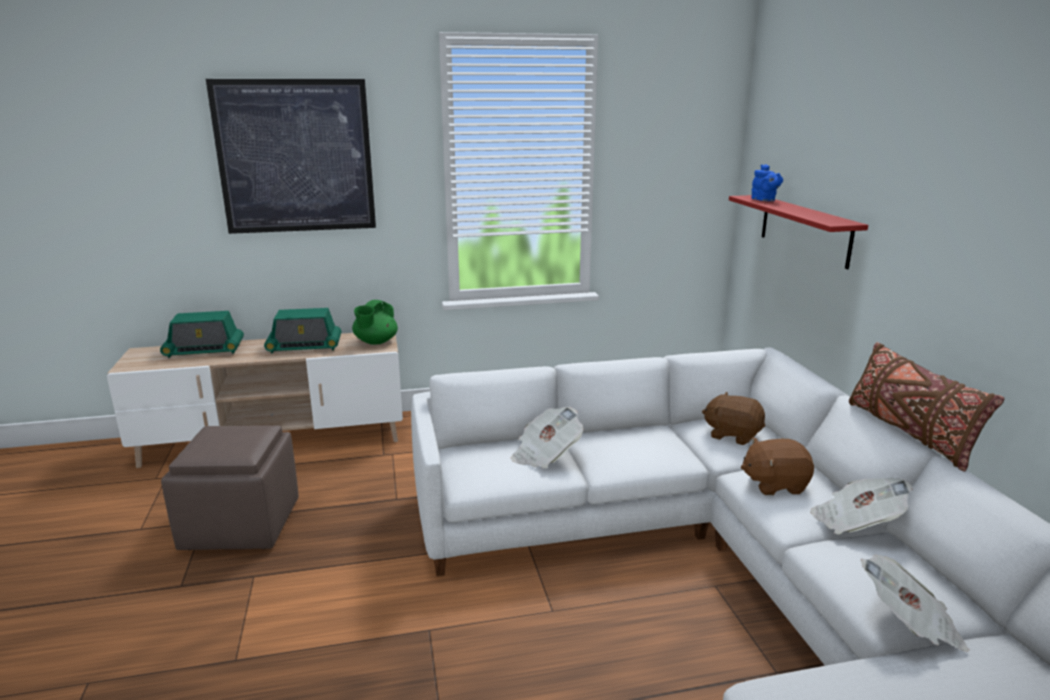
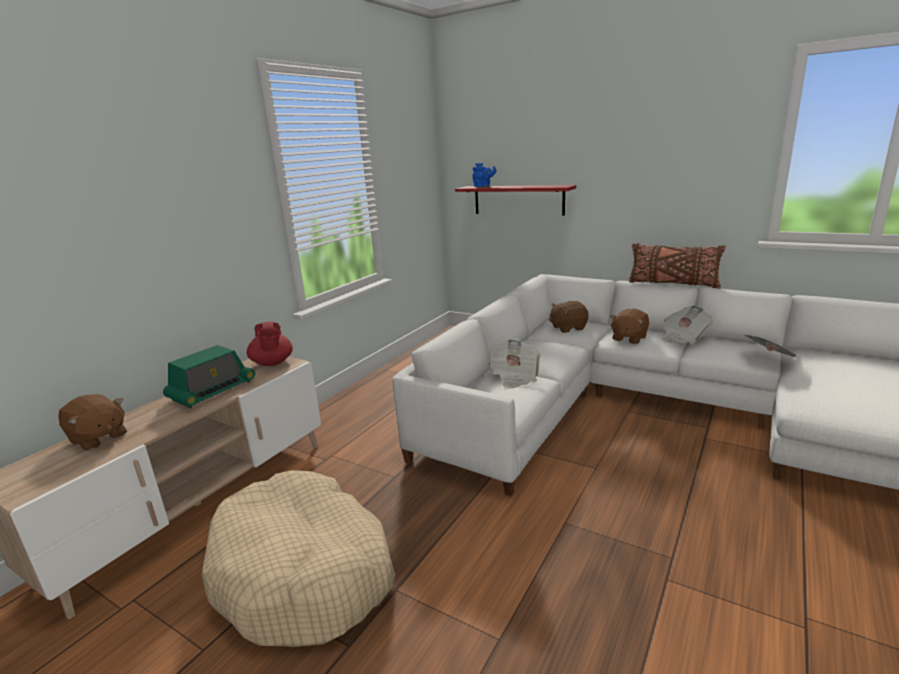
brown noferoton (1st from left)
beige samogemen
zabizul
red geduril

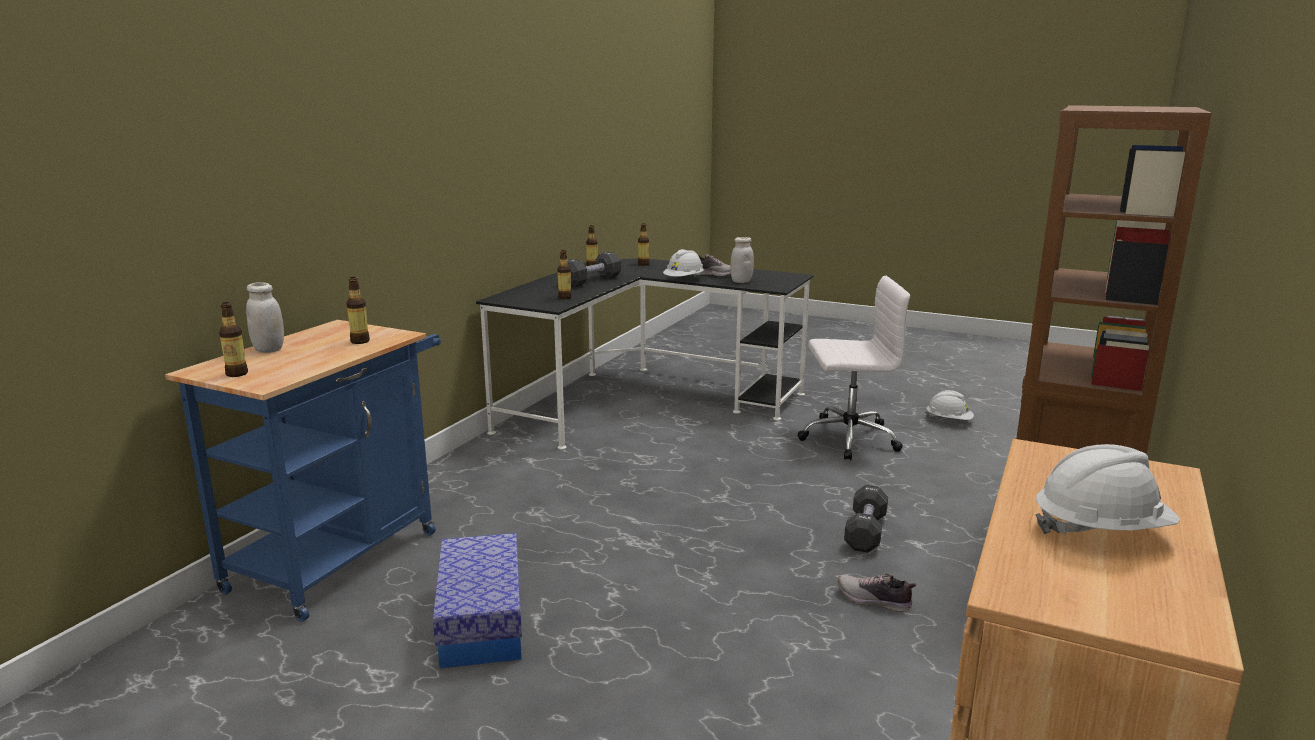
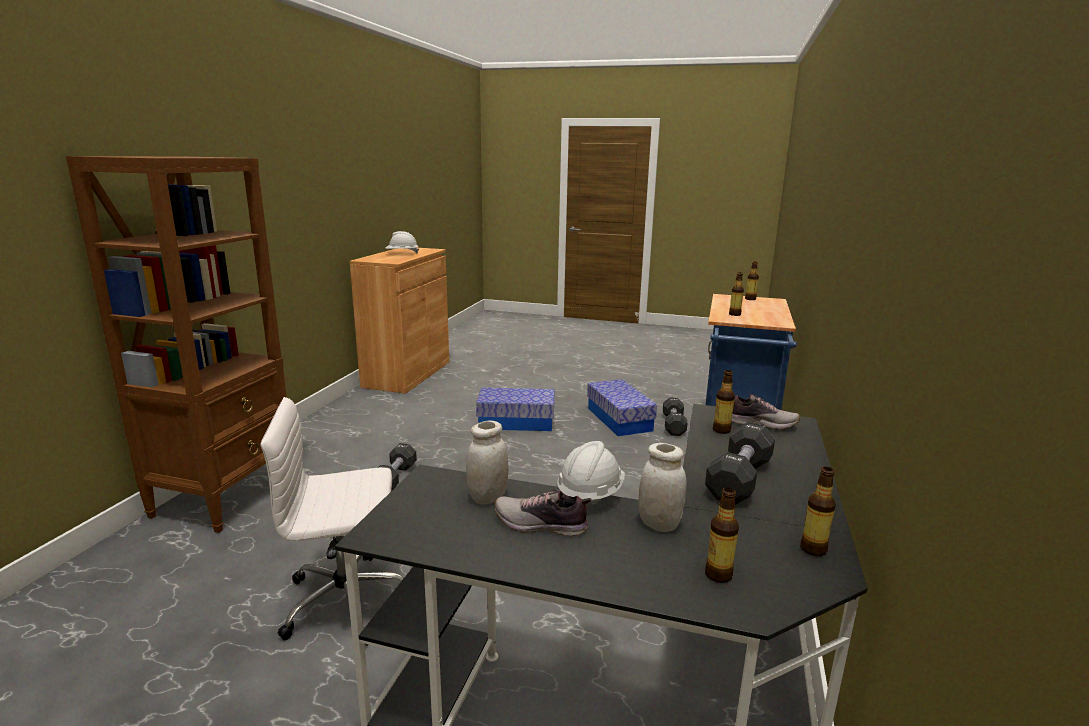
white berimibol (2nd from left)
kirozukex (2nd from left)
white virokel (2nd from left in the first image)
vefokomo (1st from left)
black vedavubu (2nd from left)

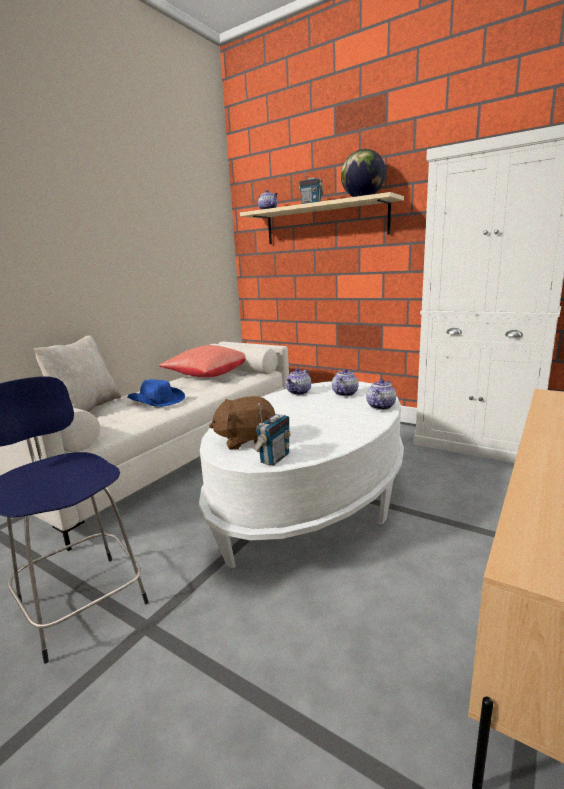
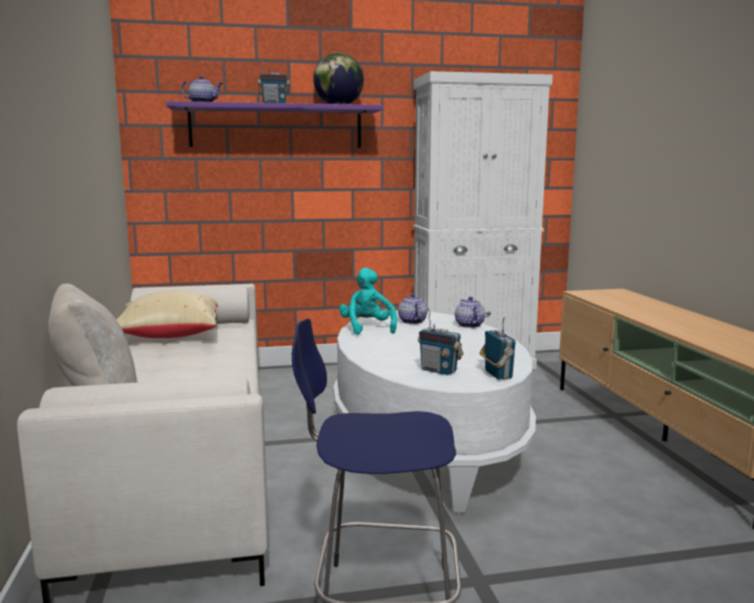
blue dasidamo
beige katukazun (2nd from left)
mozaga (2nd from left)
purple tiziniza
turquoise noferoton

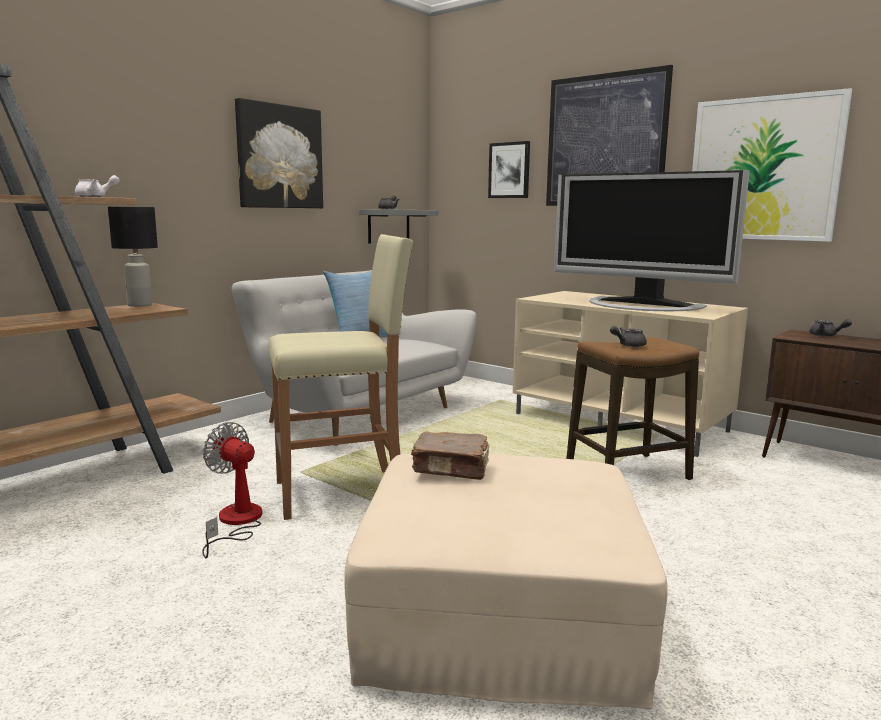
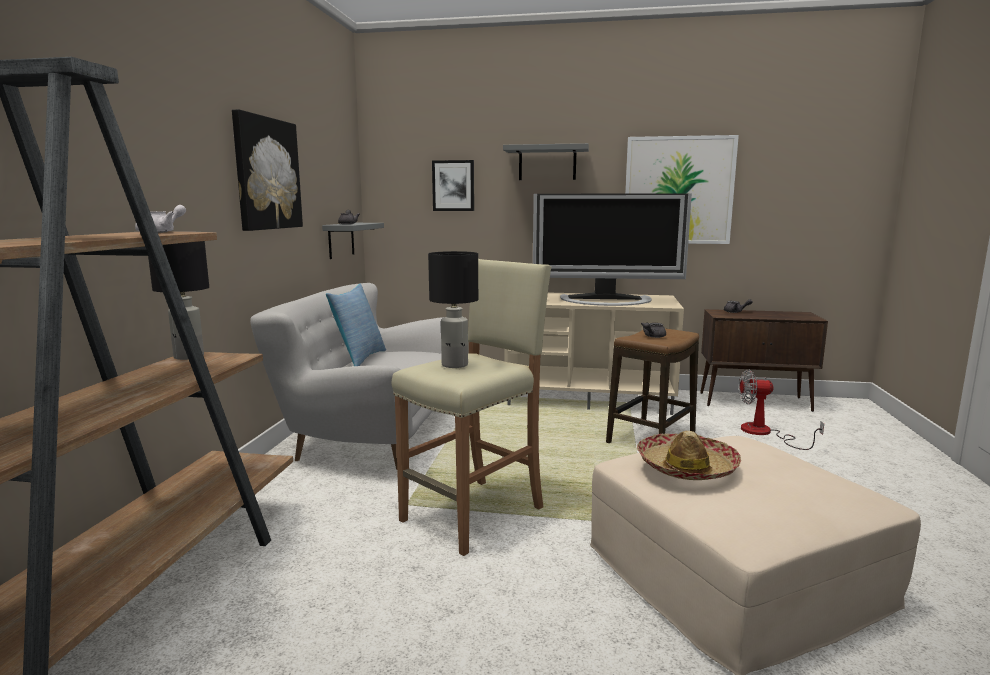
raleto
dasidamo
grey tiziniza (2nd from left)
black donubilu (2nd from left)

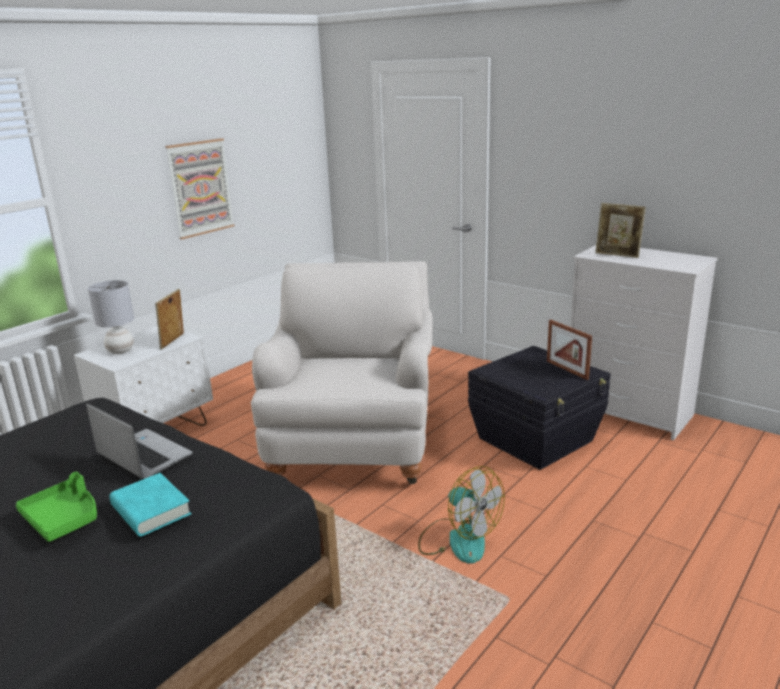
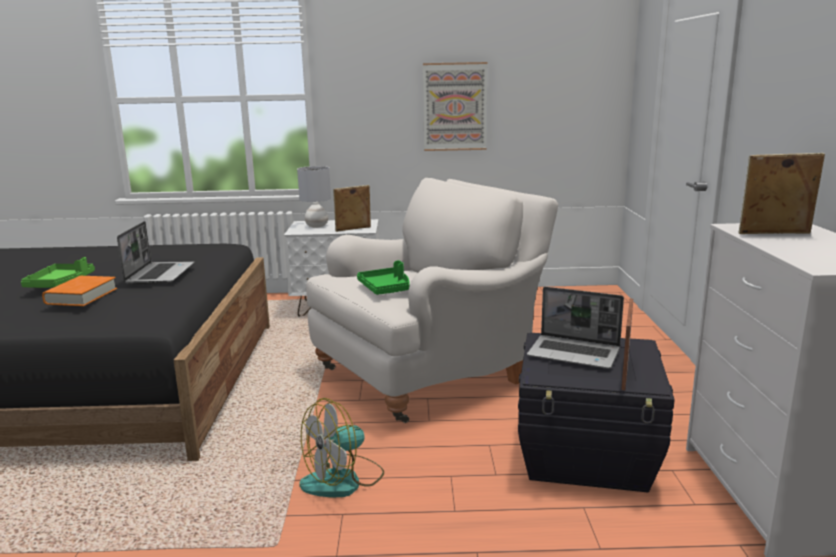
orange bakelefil
raleto
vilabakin (3rd from left)
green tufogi (2nd from left)
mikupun (2nd from left)

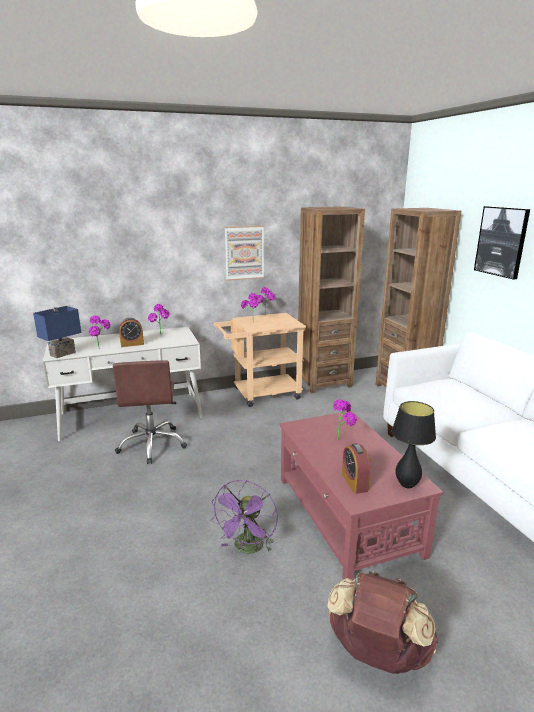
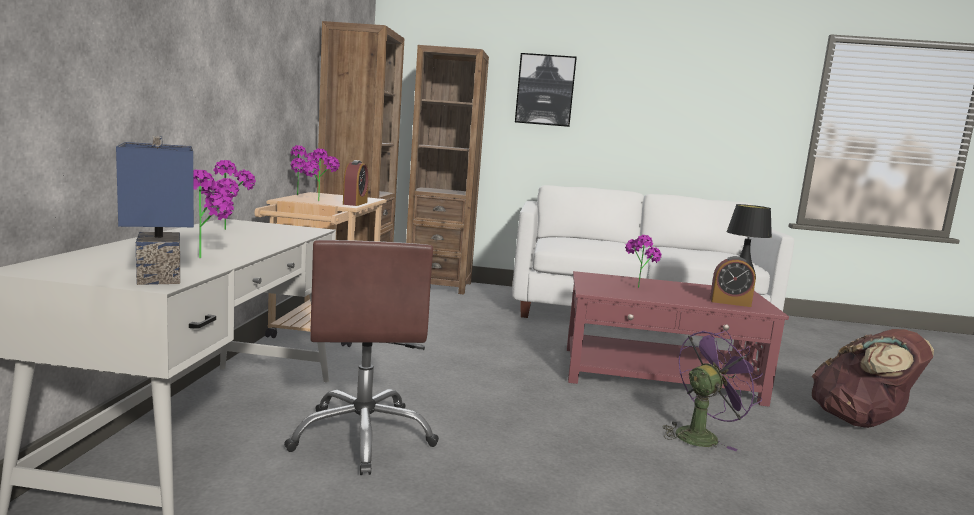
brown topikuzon
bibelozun (1st from left)
purple raleto
zabizul (1st from left in the first image)

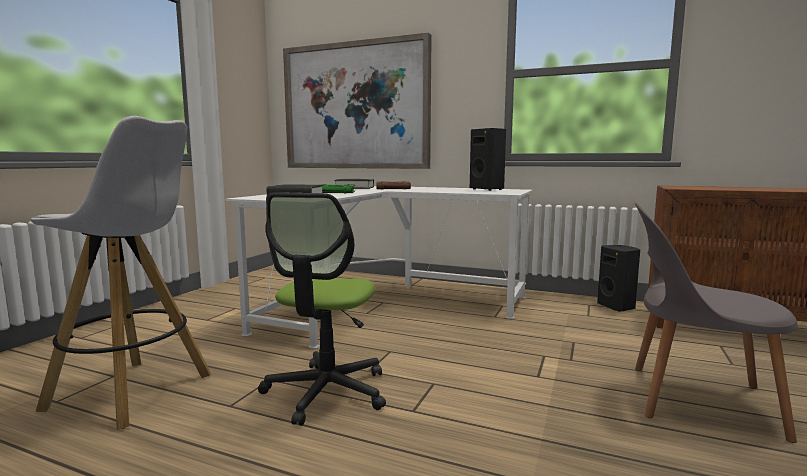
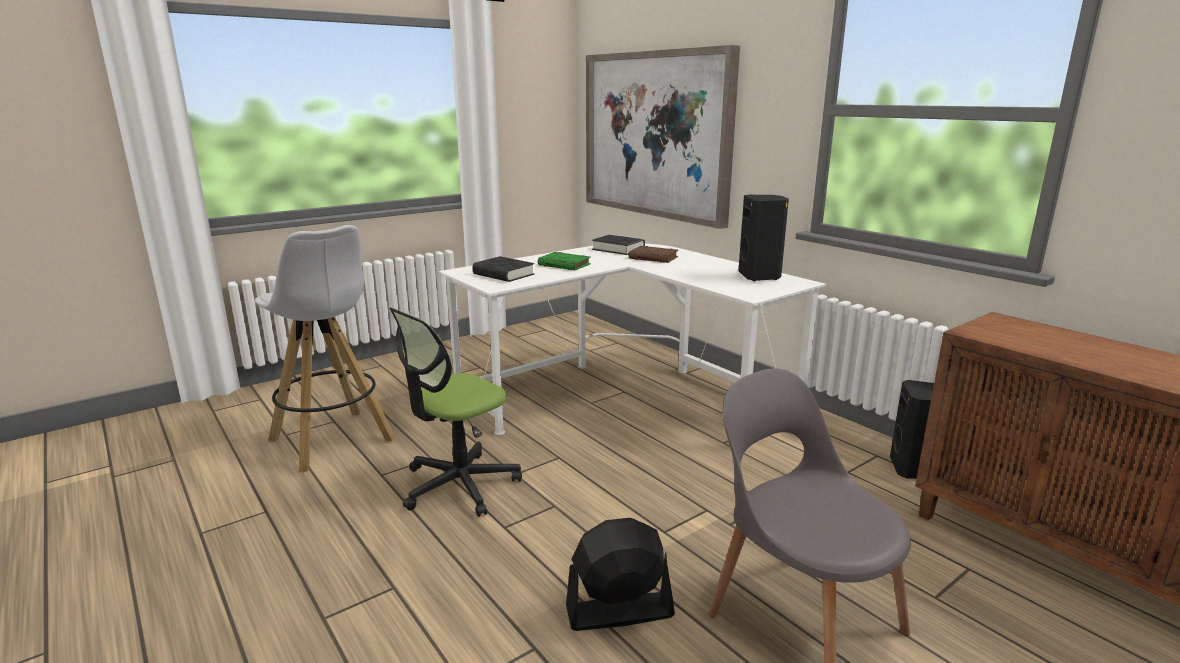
black raleto

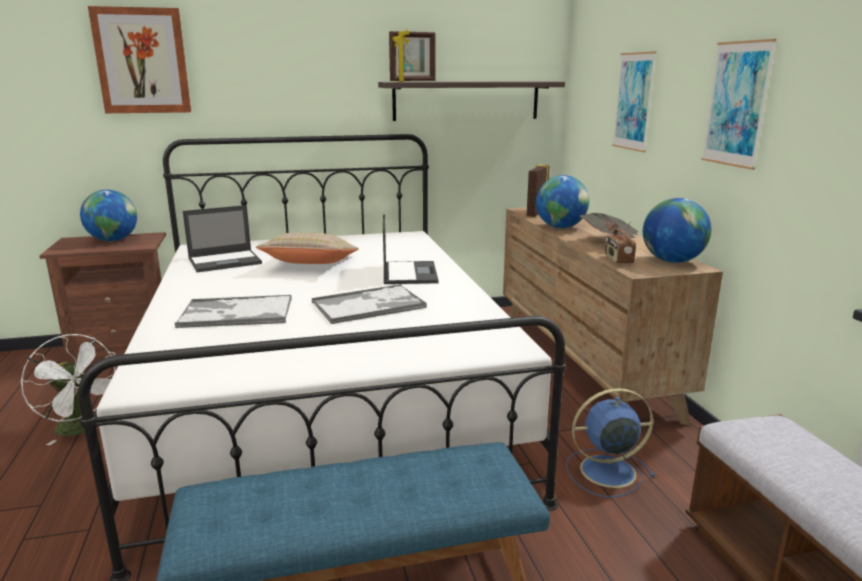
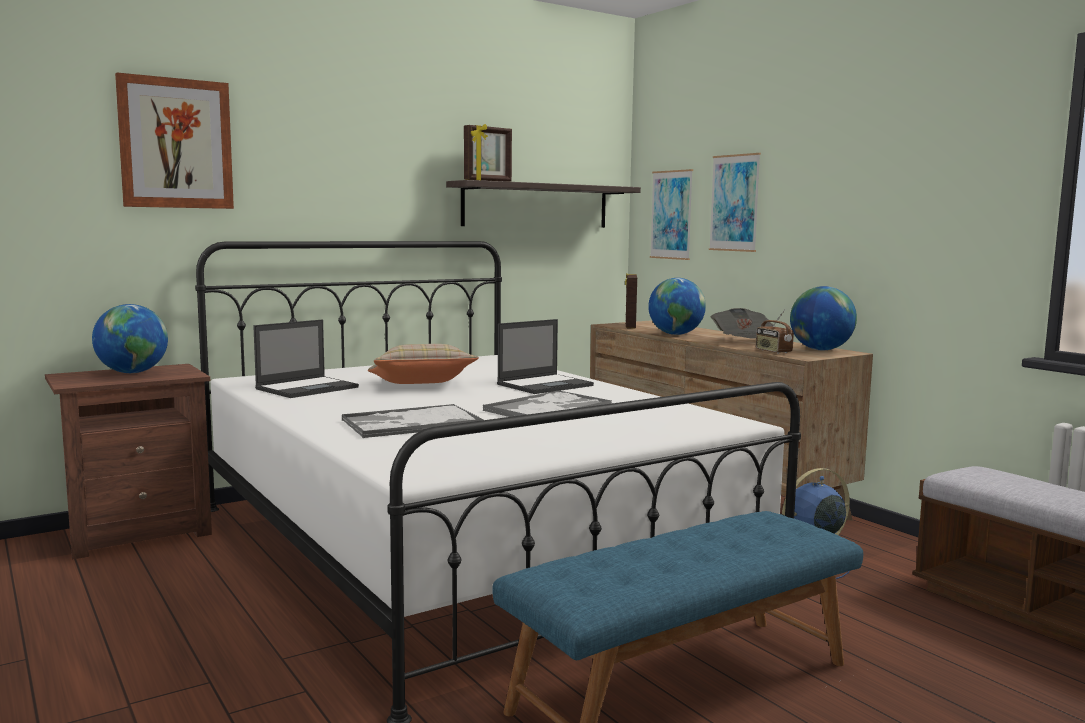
white raleto
mikupun (2nd from left)
zabizul (2nd from left)

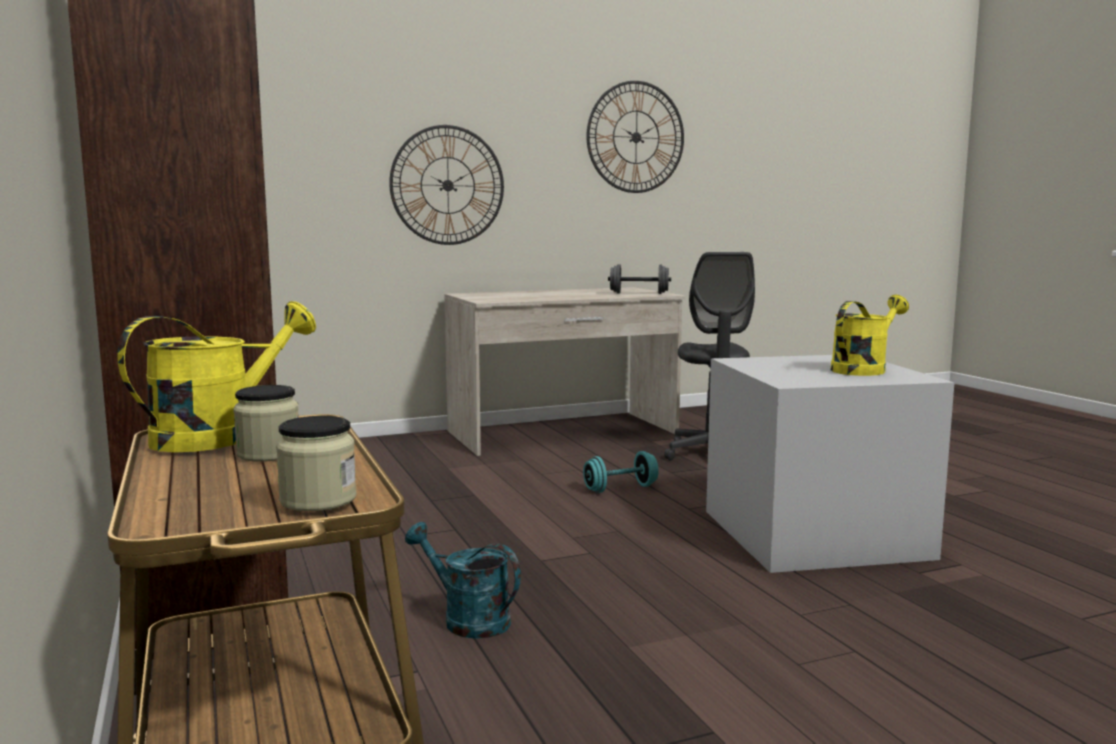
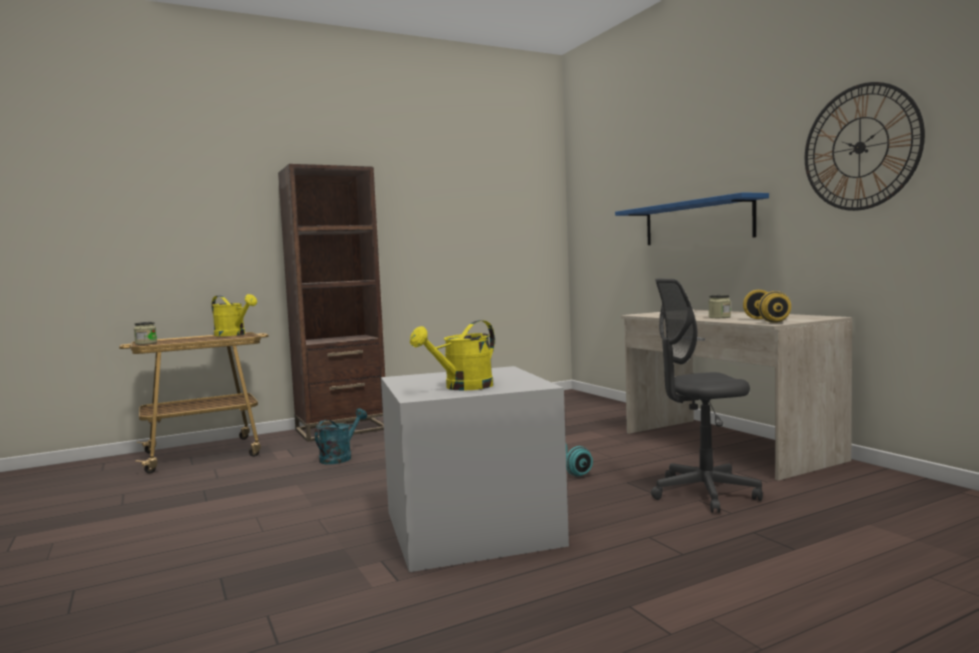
berimibol (2nd from left)
blue tiziniza
yellow vedavubu
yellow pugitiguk (2nd from left)

